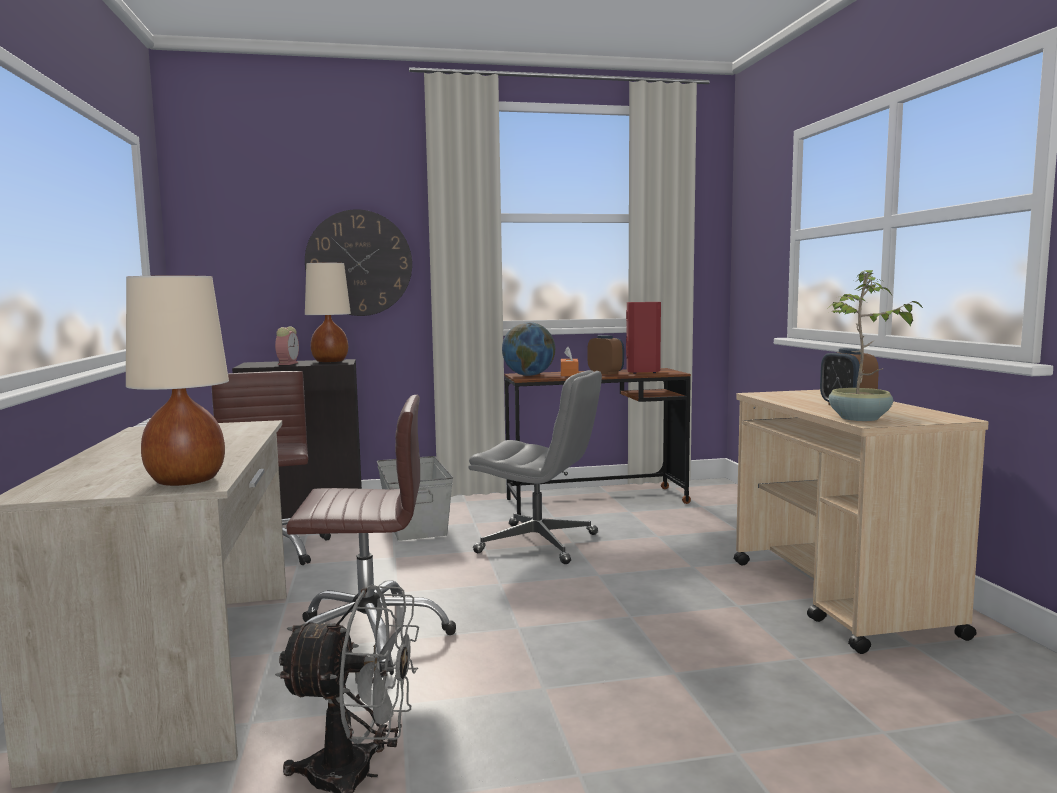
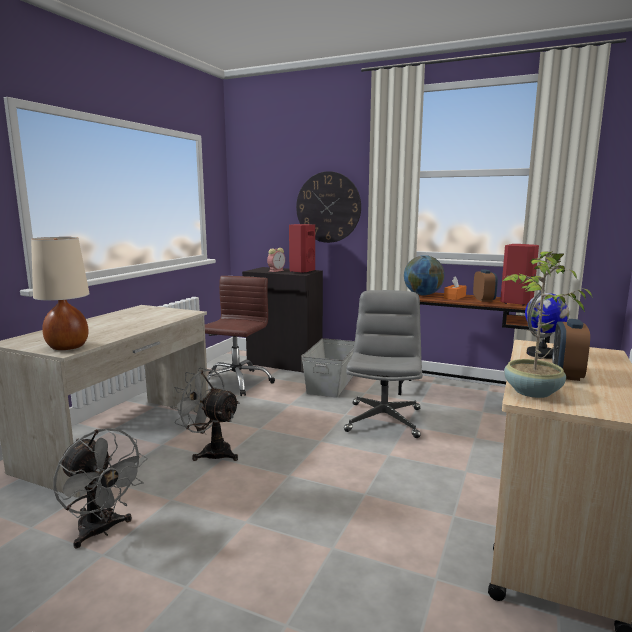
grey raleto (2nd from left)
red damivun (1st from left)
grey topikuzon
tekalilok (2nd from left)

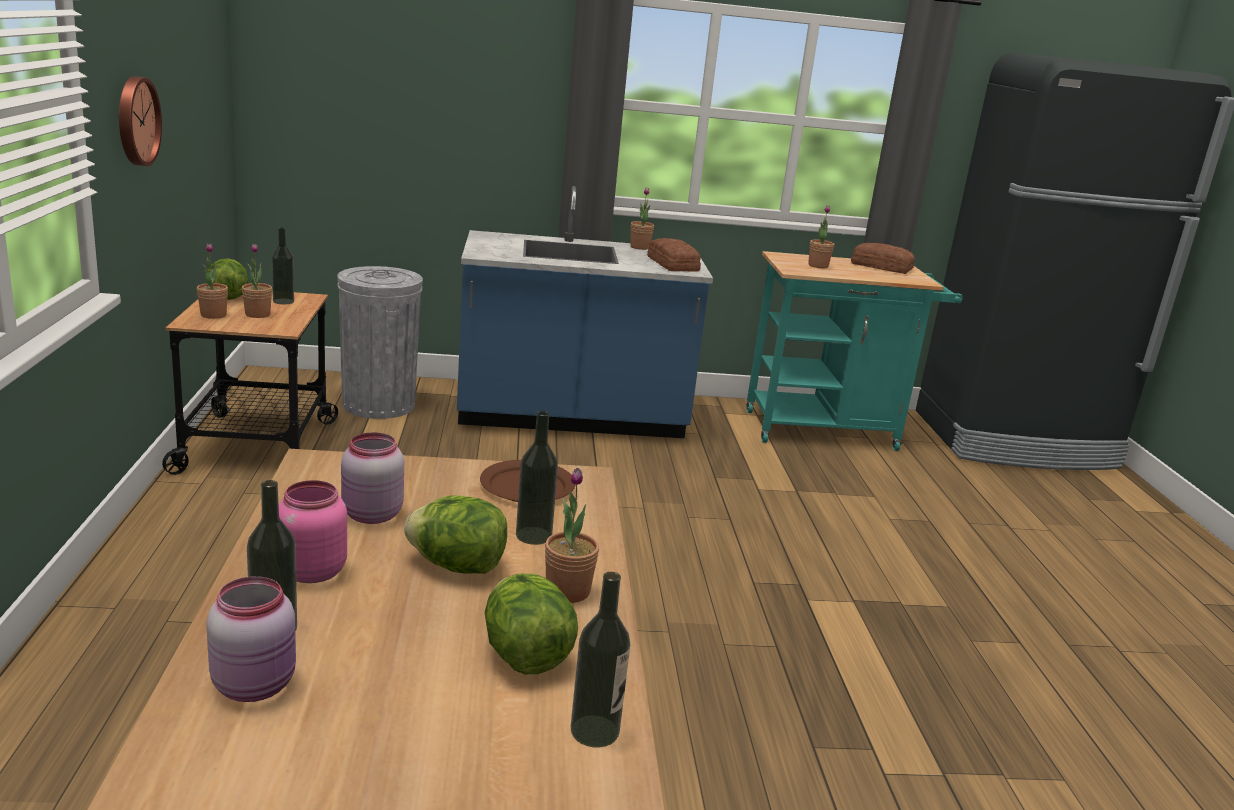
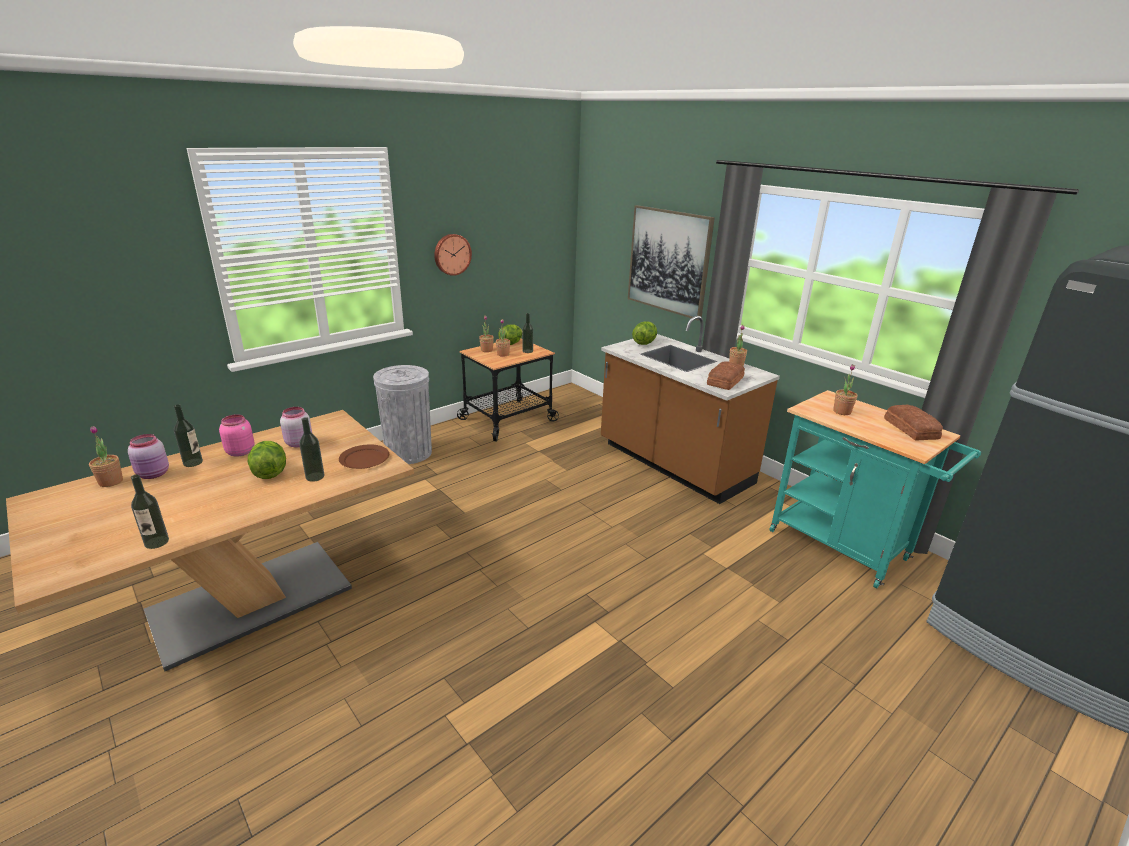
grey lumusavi
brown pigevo
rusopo (3rd from left)
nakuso (1st from left)
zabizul

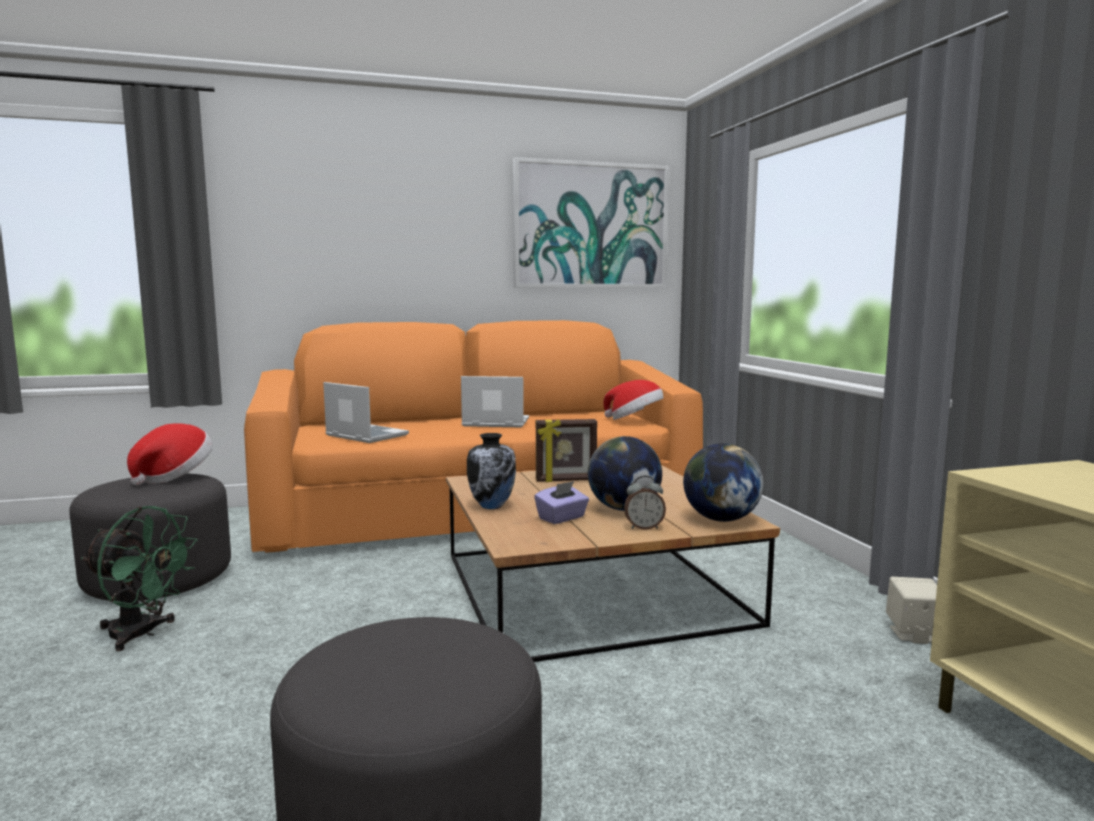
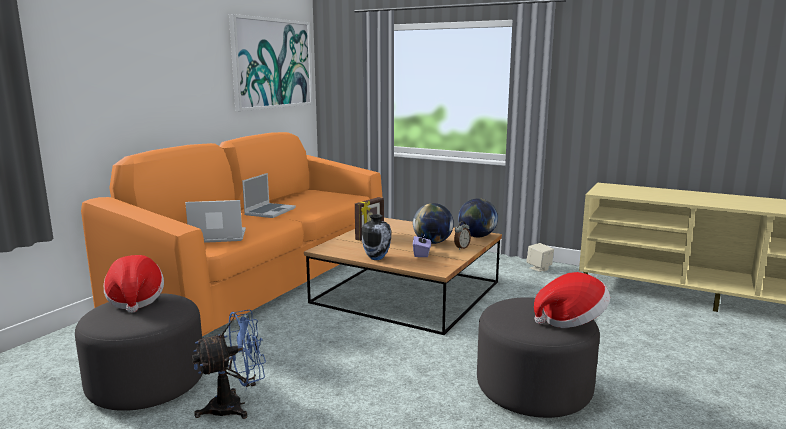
blue raleto
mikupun (2nd from left)
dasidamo (2nd from left)

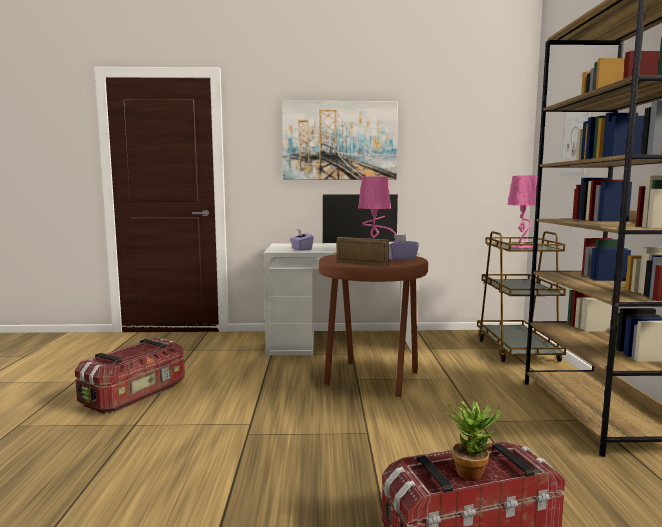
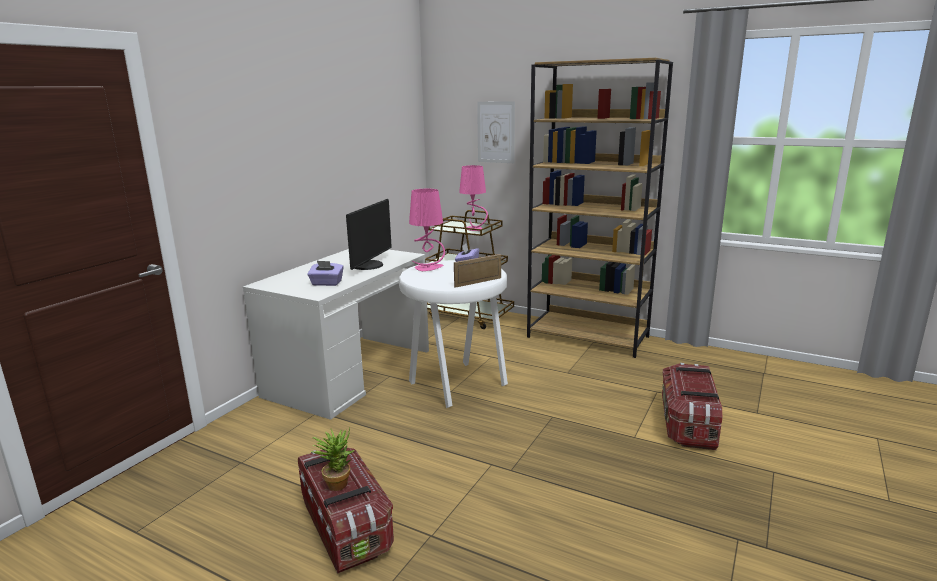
zabizul (1st from left in the first image)
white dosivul
nakuso

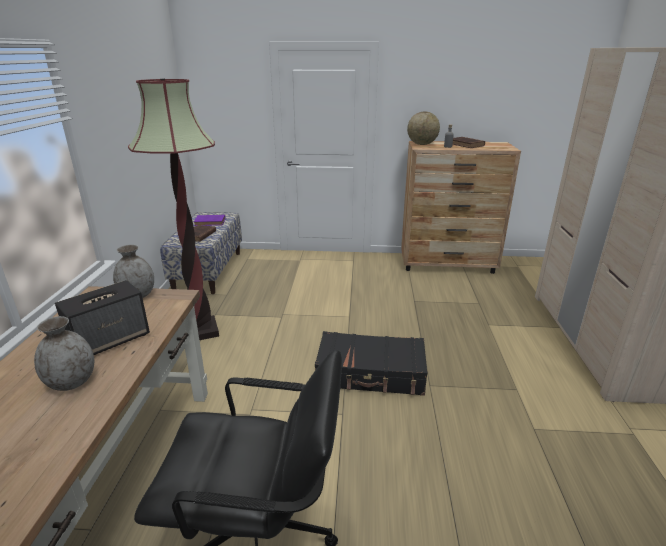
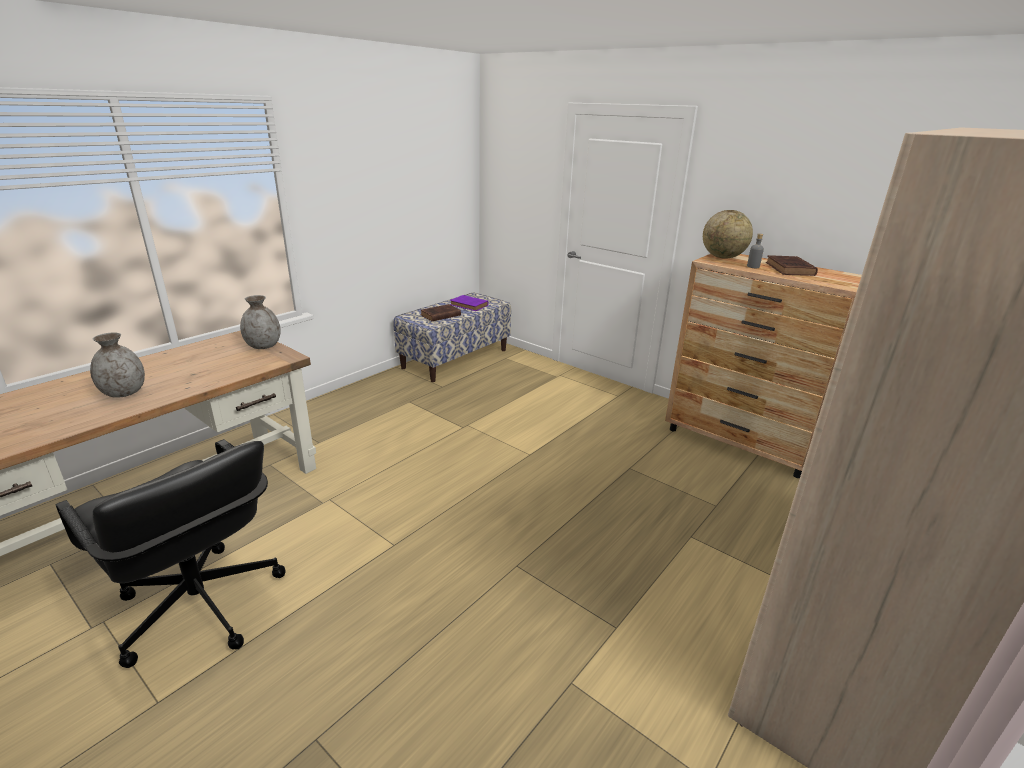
damivun
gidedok
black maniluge

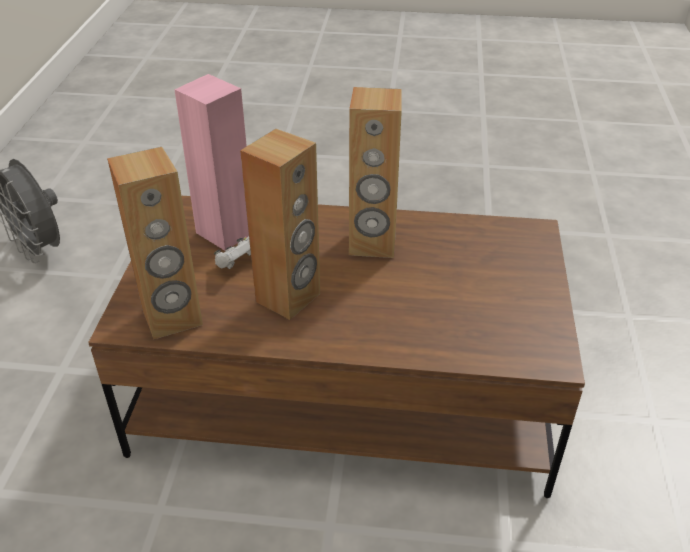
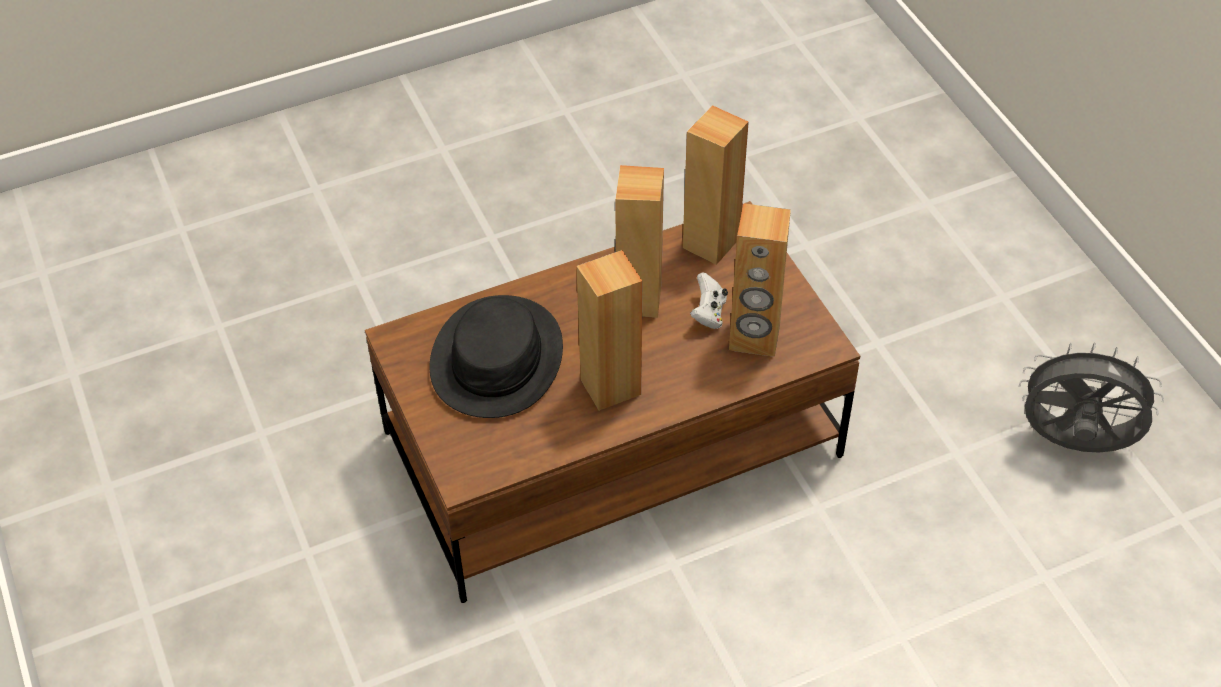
brown damivun (4th from left)
black dasidamo

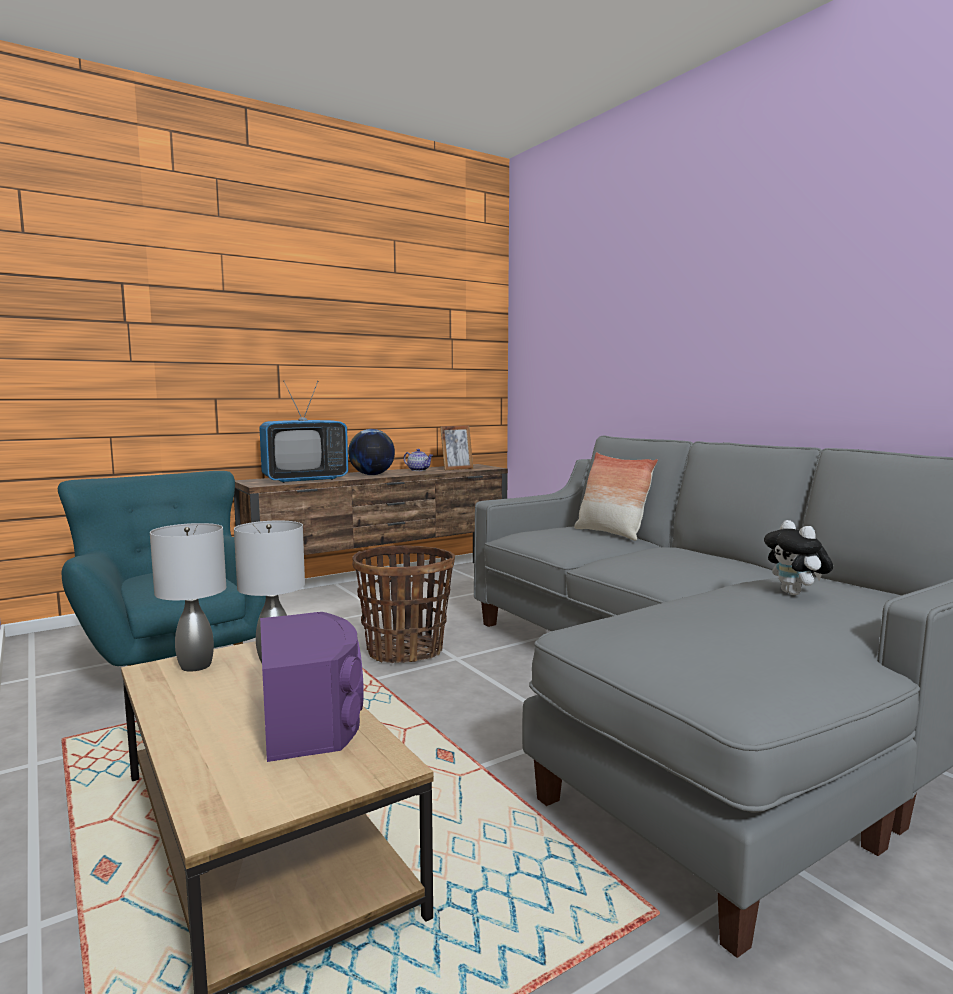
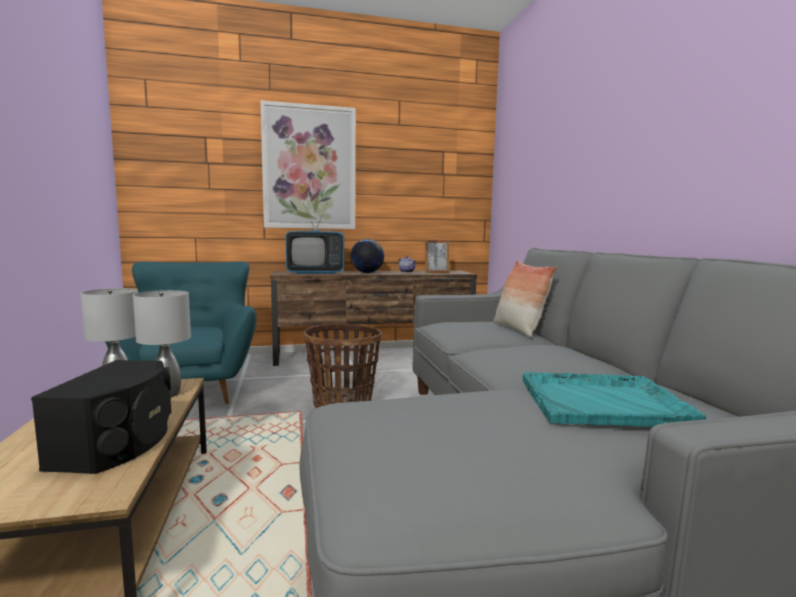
black damivun
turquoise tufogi
zabizul

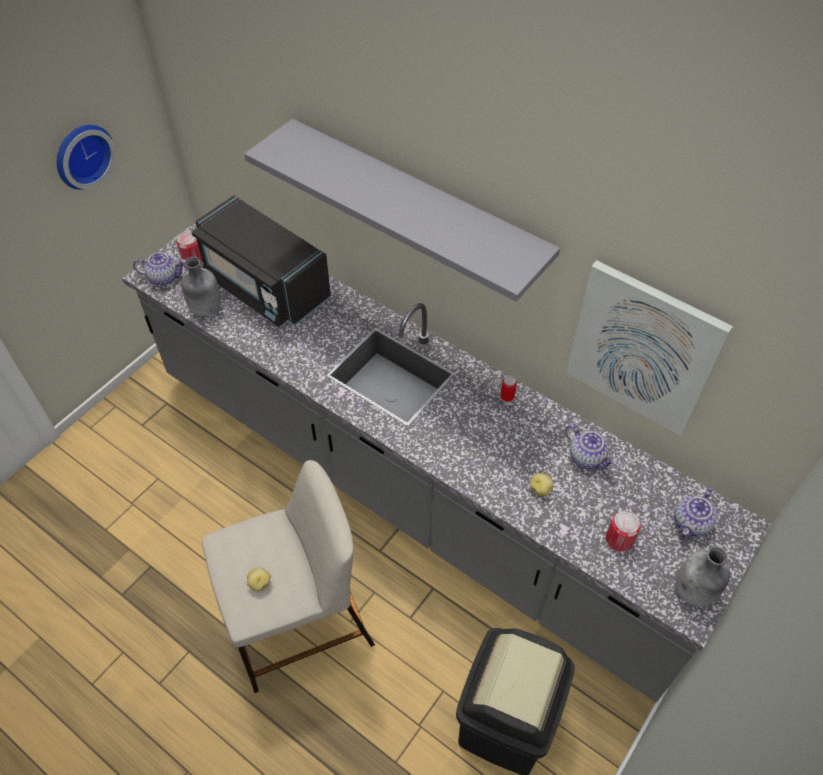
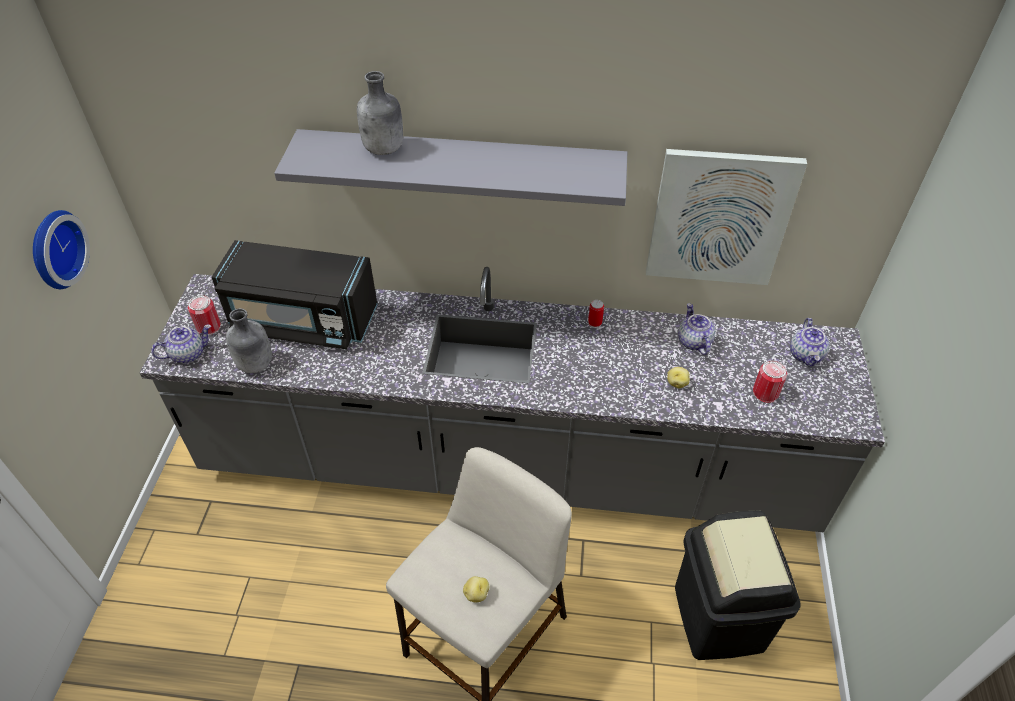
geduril (2nd from left)
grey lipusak (2nd from left)

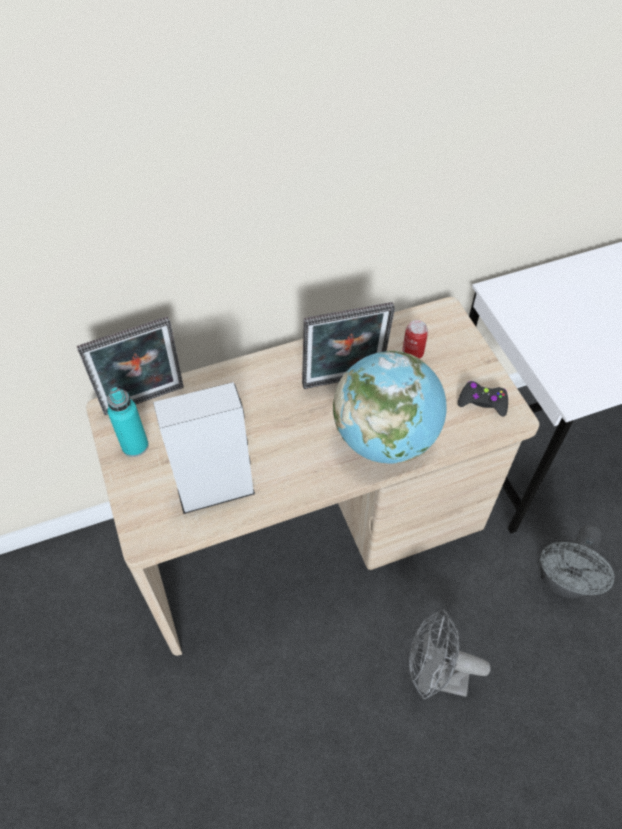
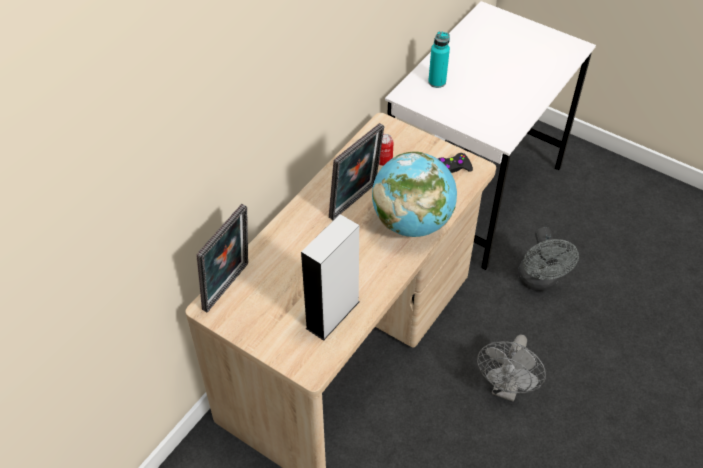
turquoise lipusak
grey raleto (1st from left)

